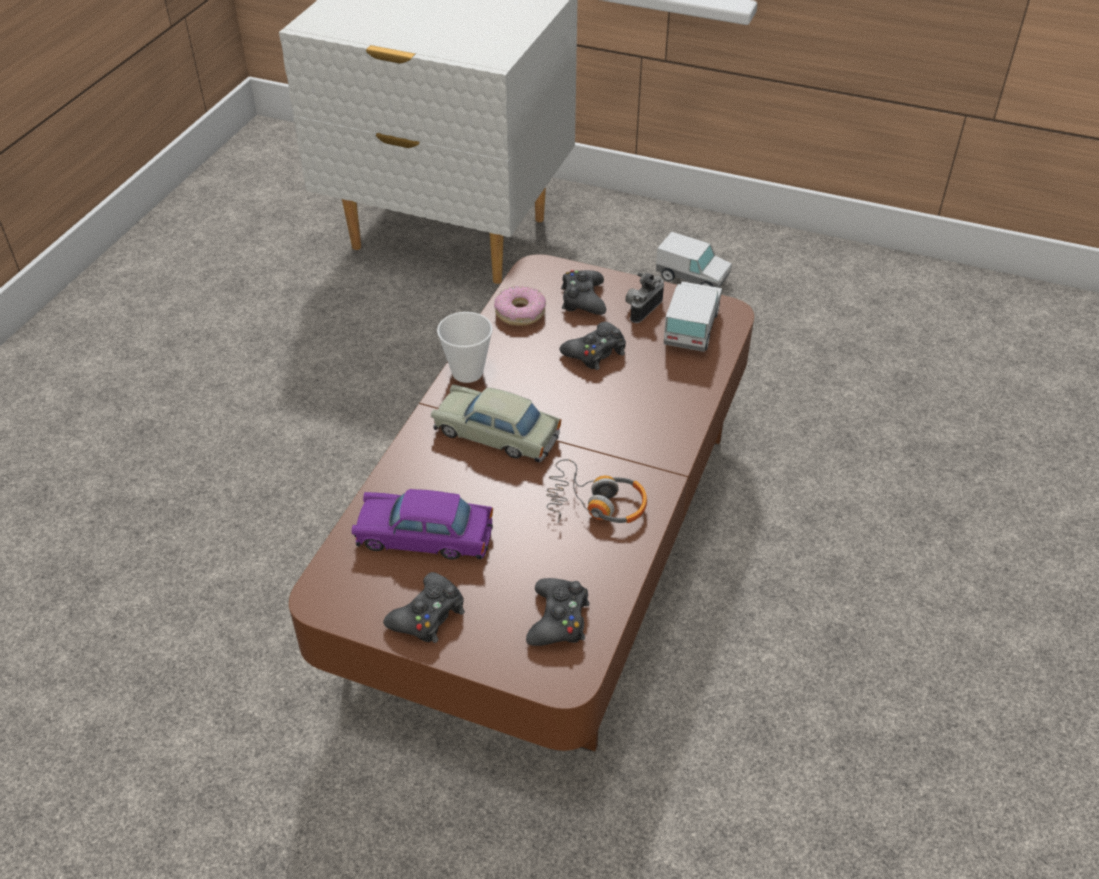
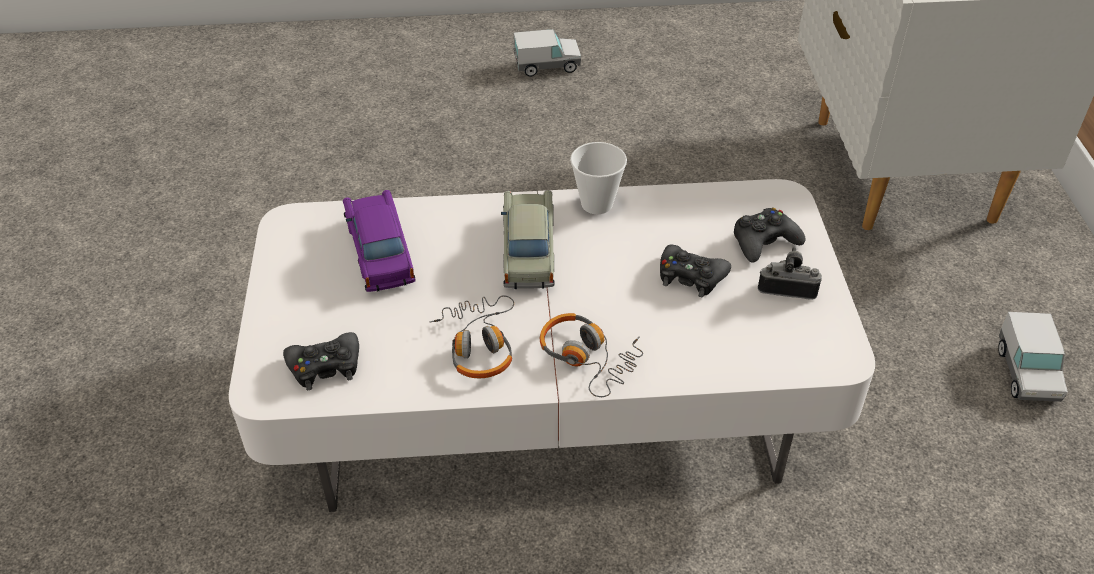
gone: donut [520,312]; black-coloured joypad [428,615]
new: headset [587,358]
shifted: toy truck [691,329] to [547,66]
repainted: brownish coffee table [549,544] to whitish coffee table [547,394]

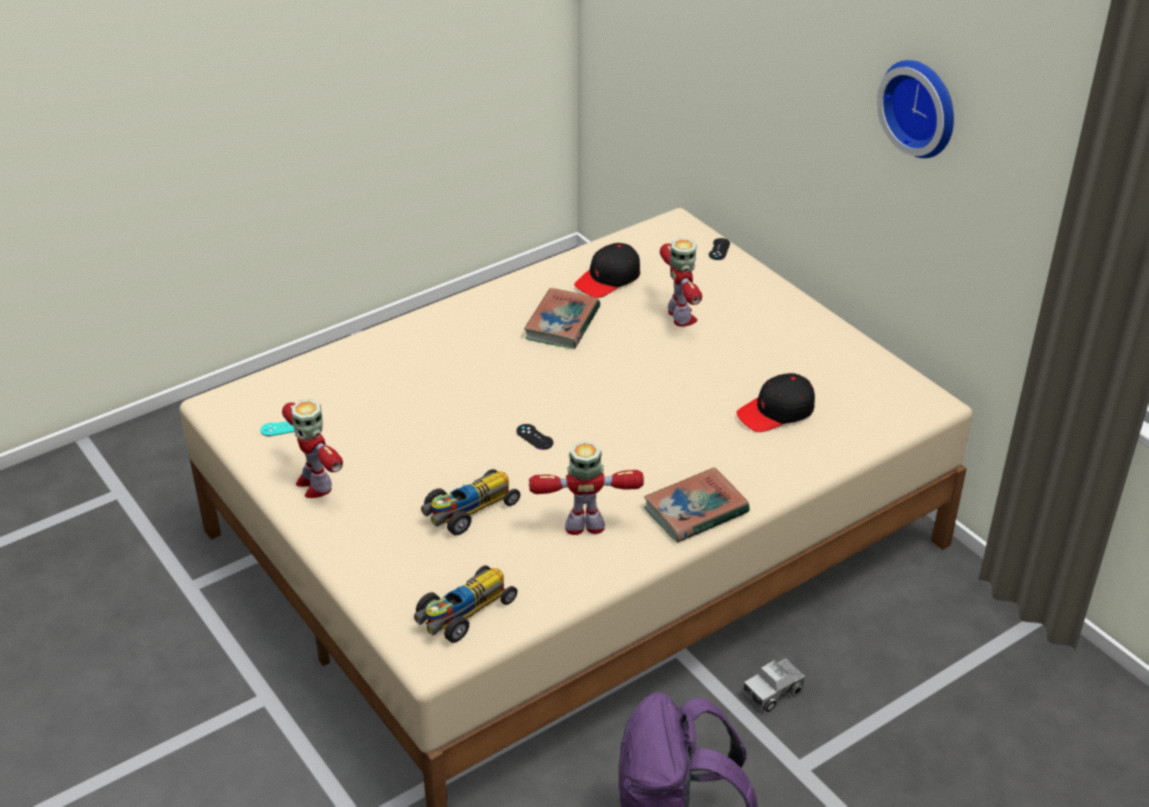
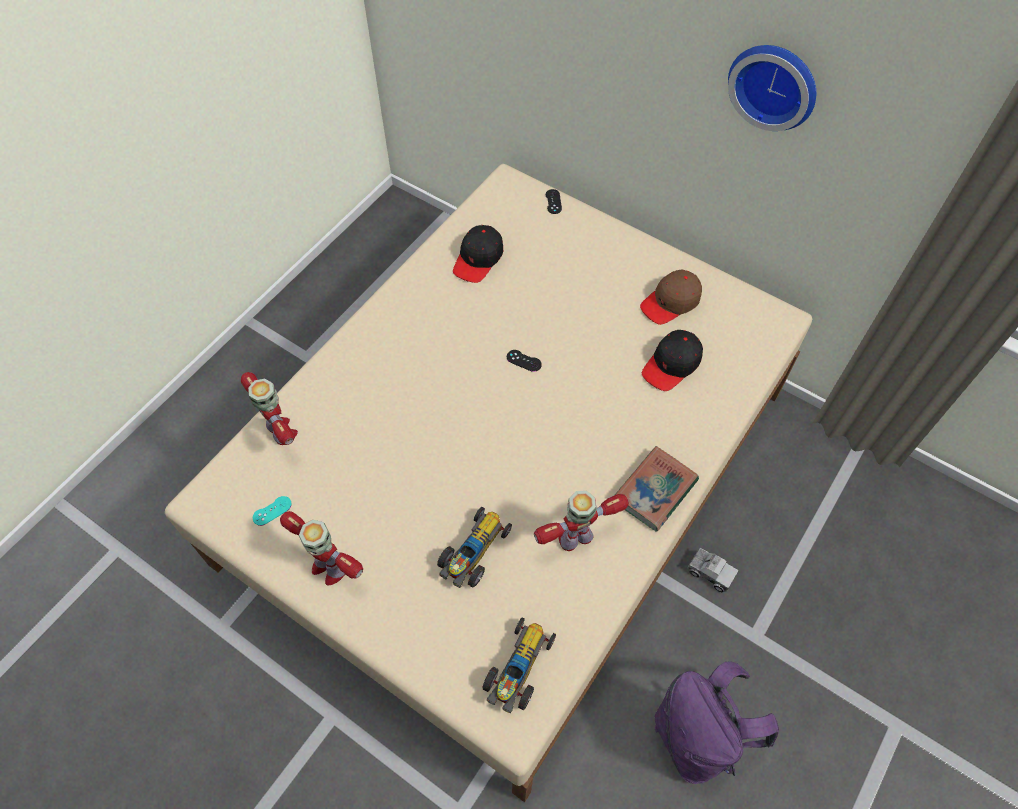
gone: volume [562,323]
new: brownish cap [671,302]
shifted: model robot [681,317] to [281,432]; black-coloured joypad [534,437] to [524,360]
rotated: toy truck [773,692] = [710,572] 90 degrees counterclockwise

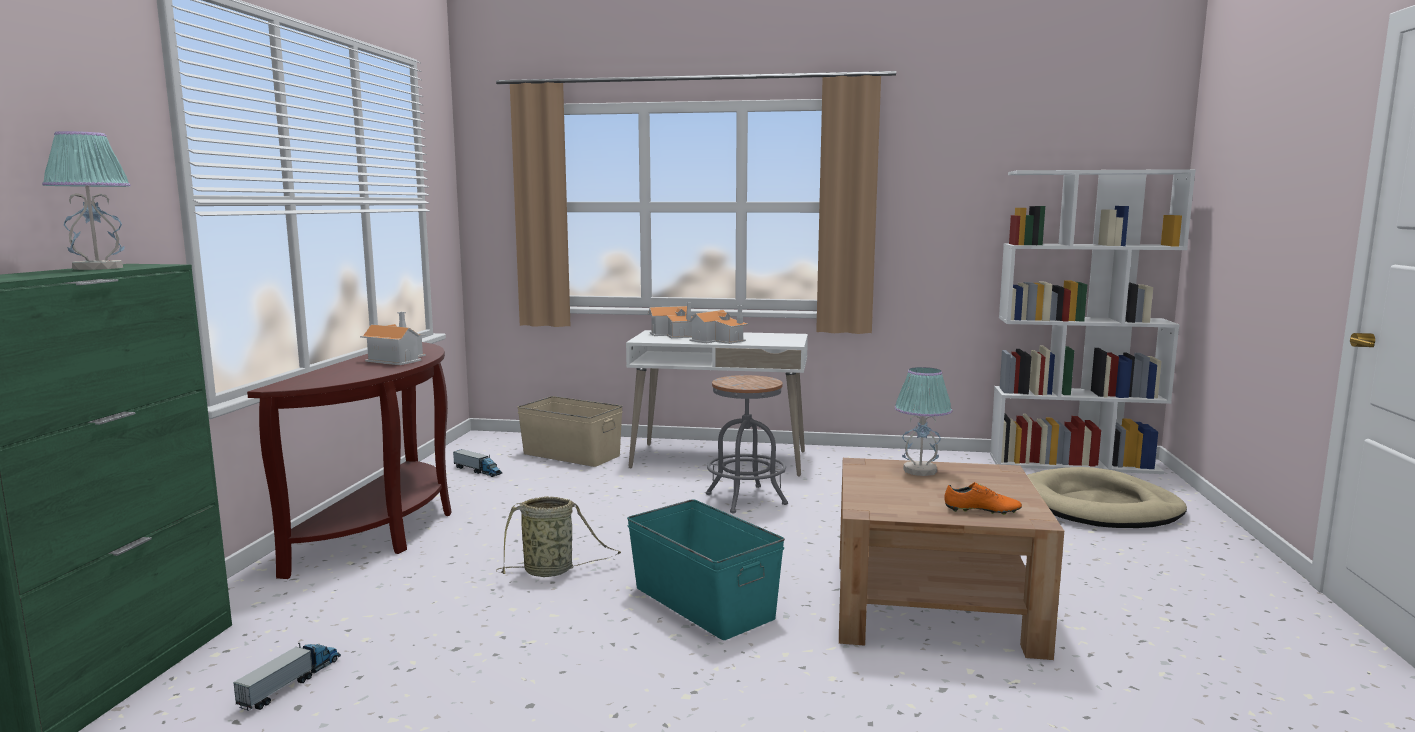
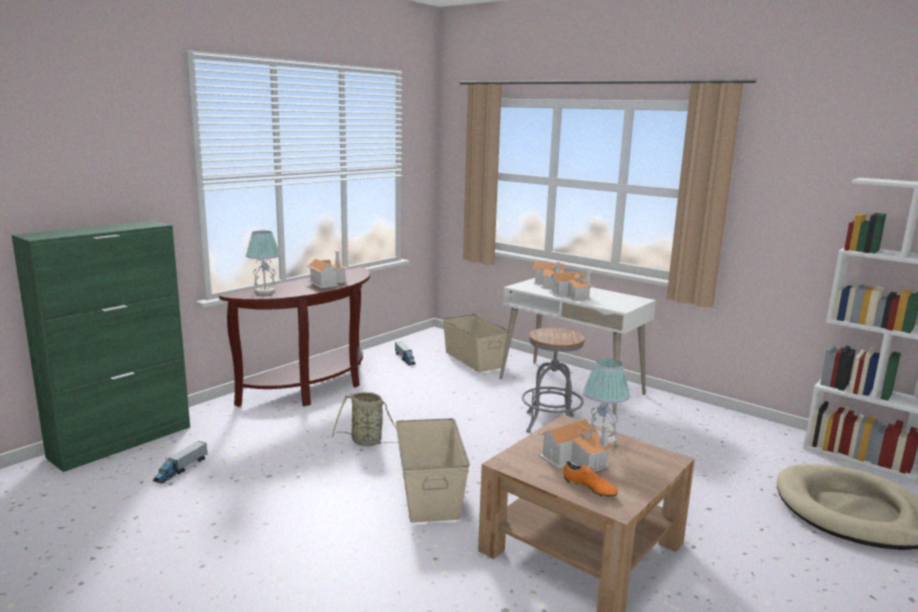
new: miniature house [576,459]
shifted: tabletop lamp [97,268] to [264,292]
repainted: turquoise-coloured storage container [703,602] to beige-coloured storage container [430,492]
rotated: toy truck [291,683] = [181,469] 150 degrees clockwise

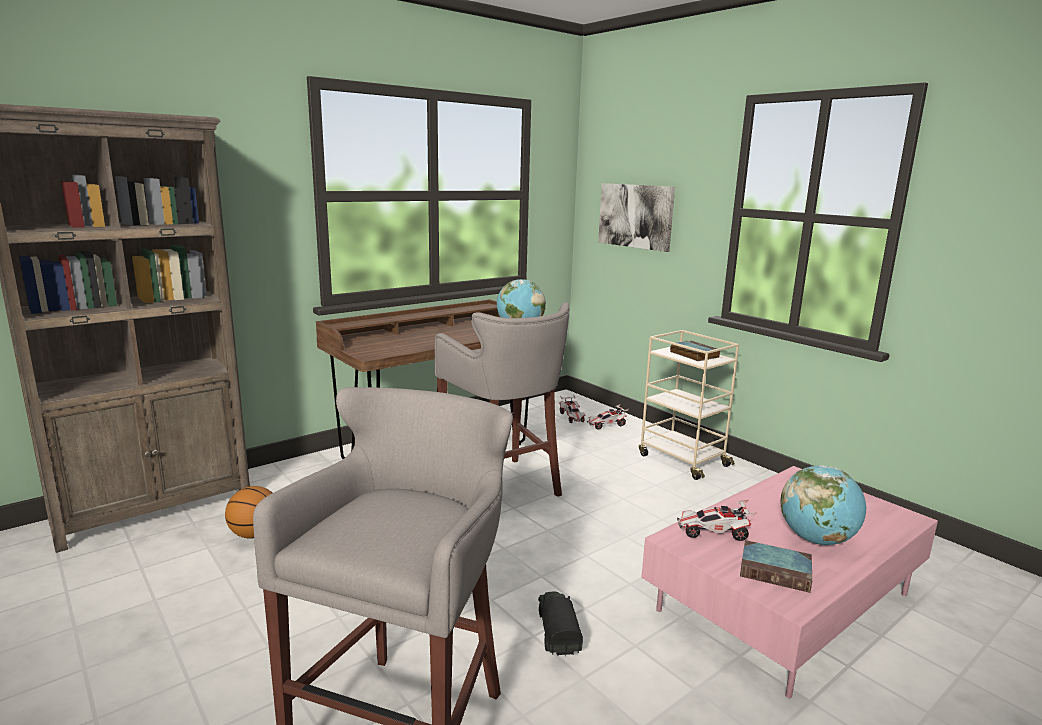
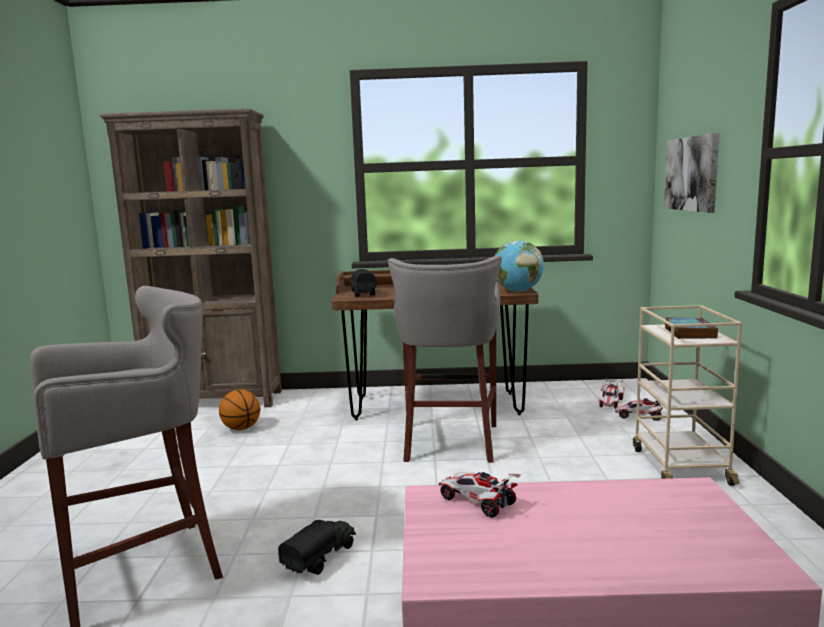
gone: globe [816,539]; volume [776,571]
new: toy truck [363,293]

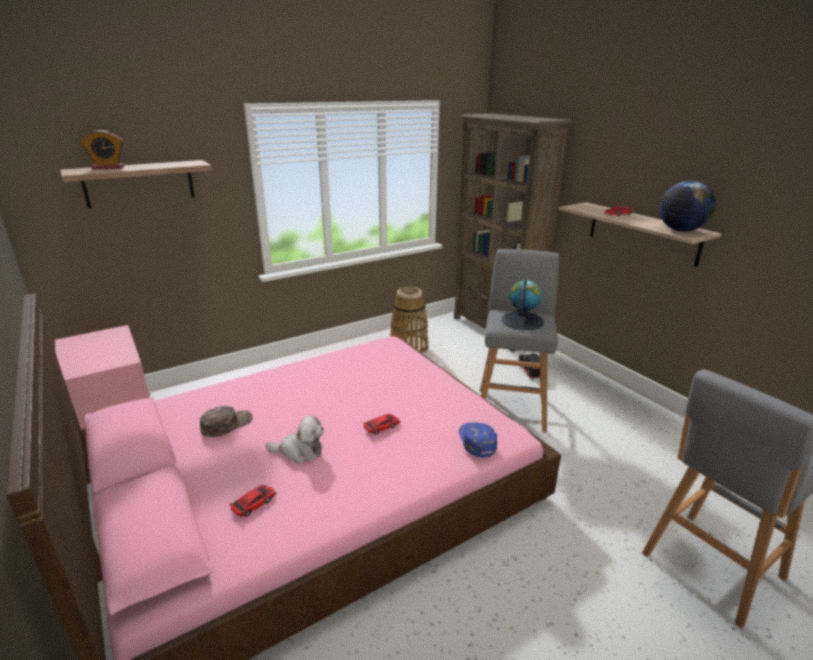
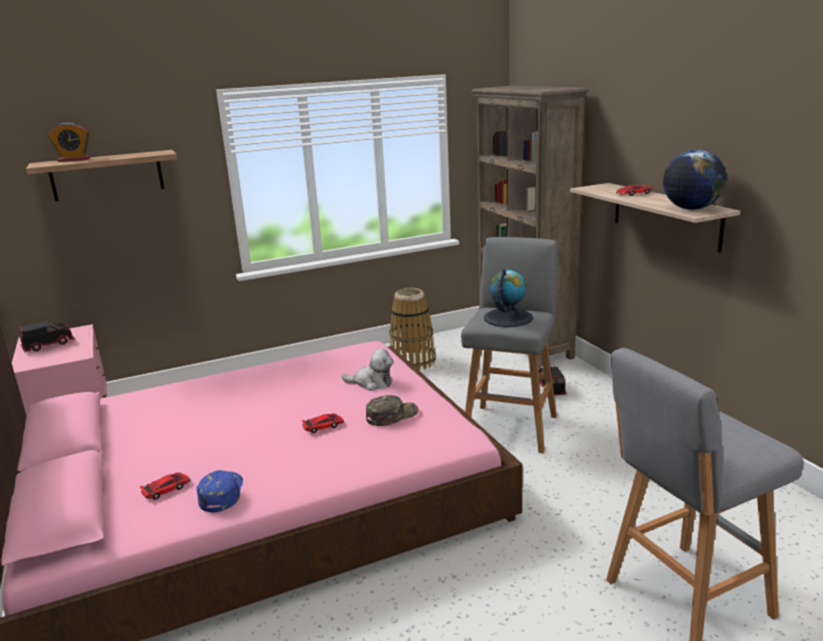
new: toy truck [48,345]
shifted: green-coloured cap [227,424] to [391,415]; cuddly toy [300,451] to [371,383]; blue-coloured cap [476,441] to [221,493]

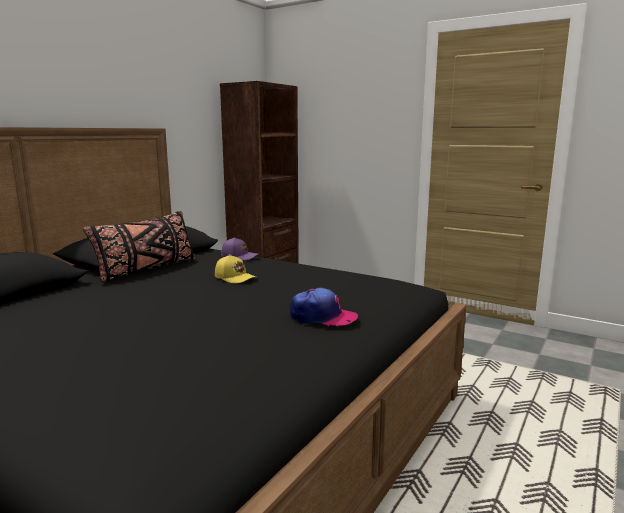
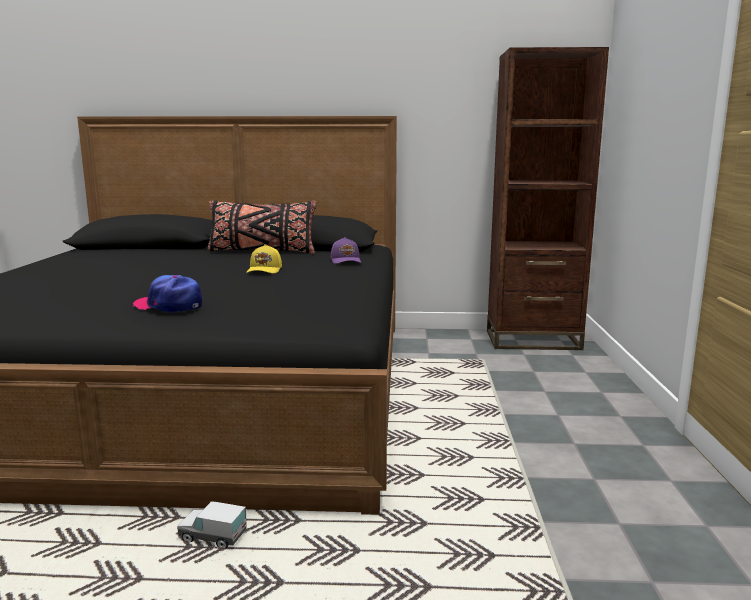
new: toy truck [213,537]
rotated: cap [322,317] = [169,305] 135 degrees clockwise

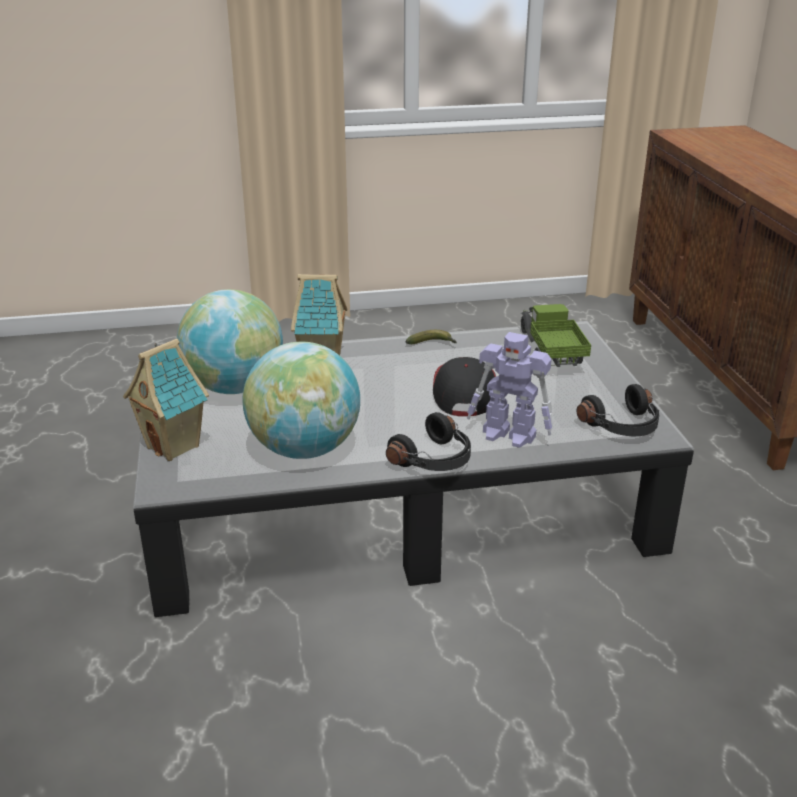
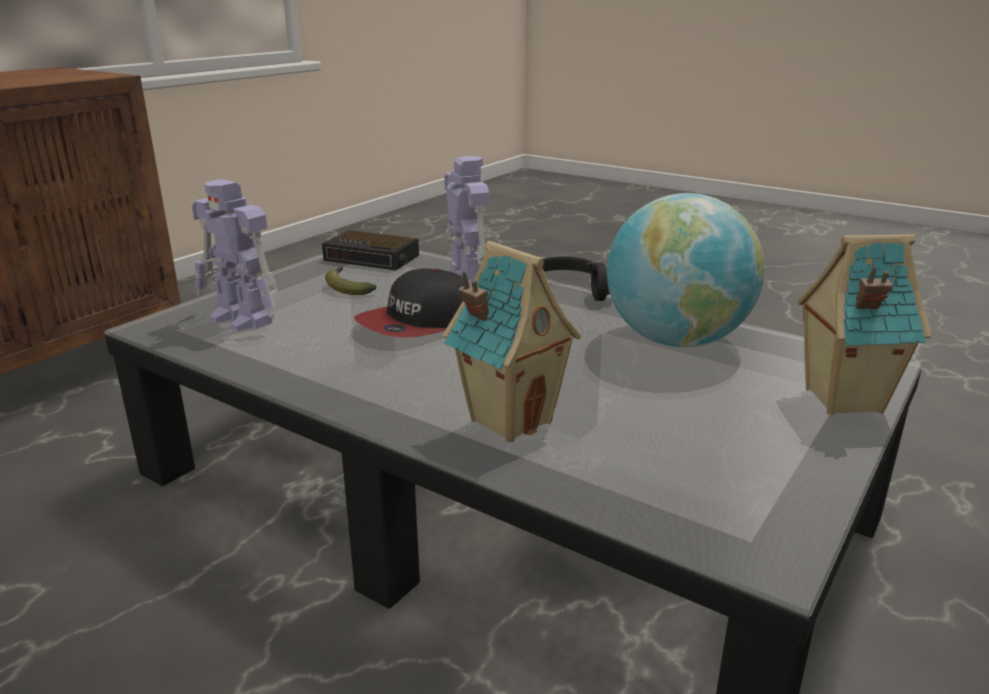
gone: globe [234,387]
shifted: whole banana [433,344] to [347,287]
swapped: toy truck [550,351] to model robot [243,319]; black-coloured headset [623,426] to alarm clock [373,258]

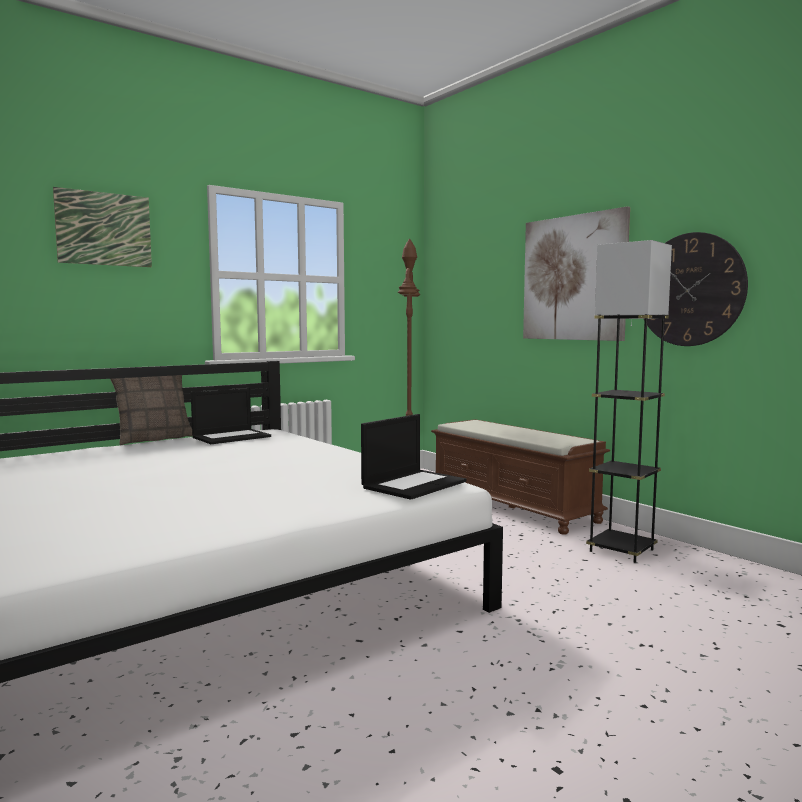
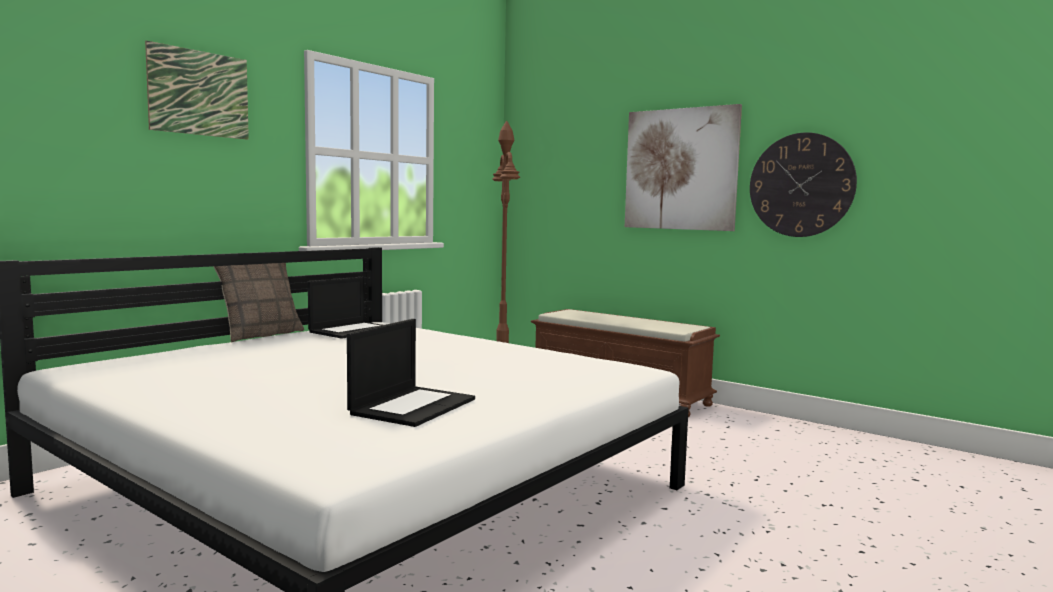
gone: greyish standing lamp [621,550]
shifted: laptop [414,484] to [413,406]

